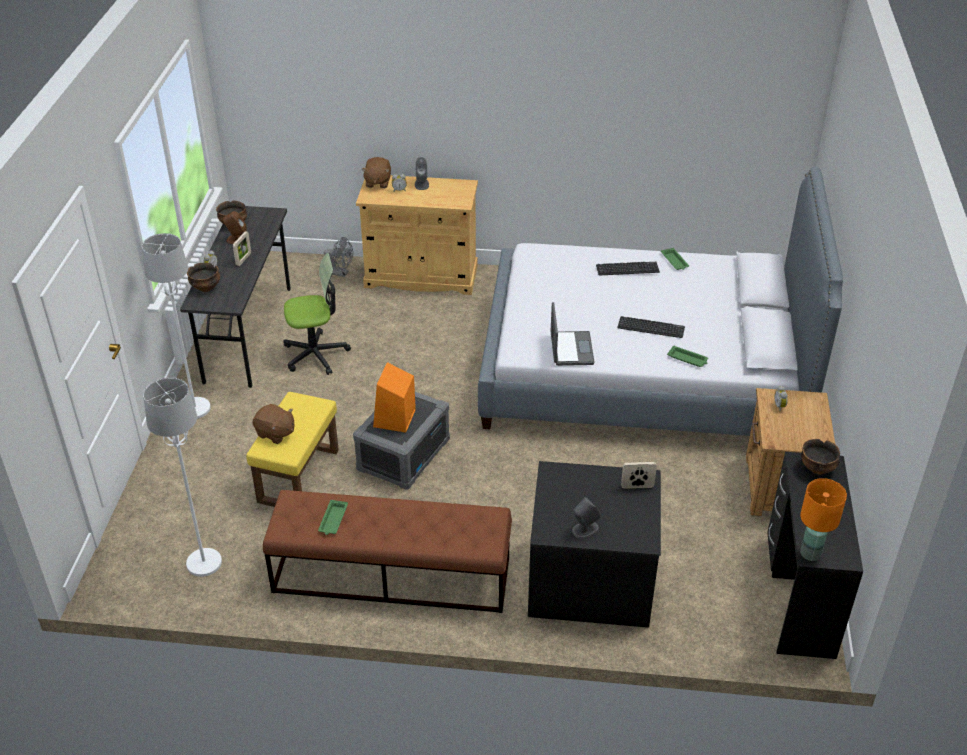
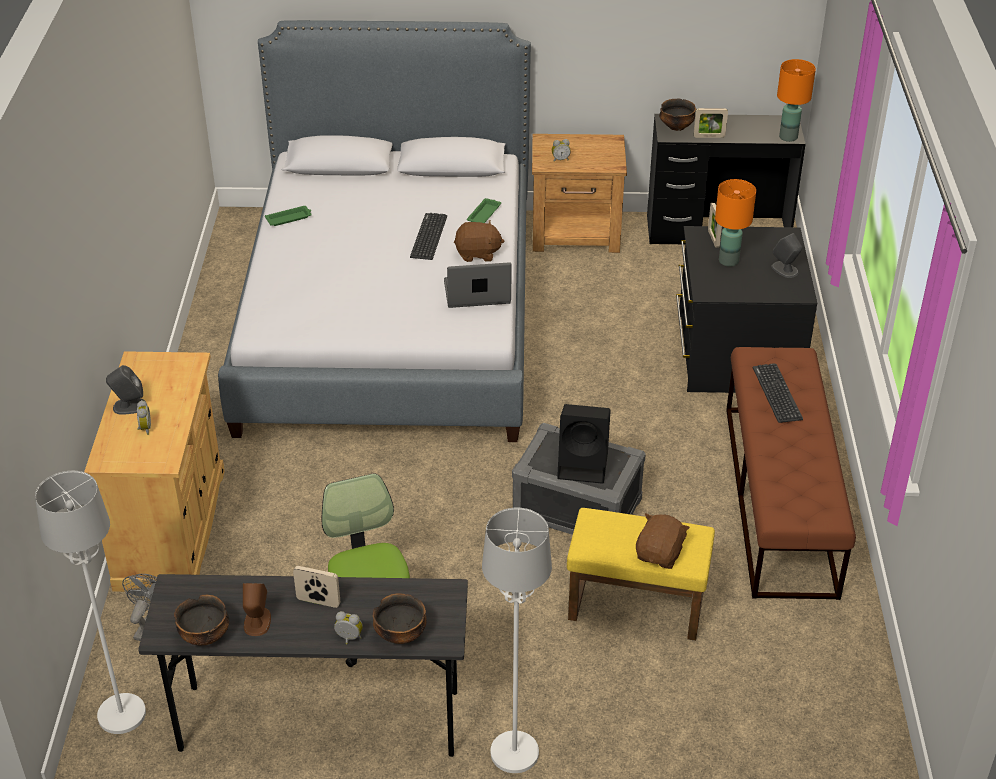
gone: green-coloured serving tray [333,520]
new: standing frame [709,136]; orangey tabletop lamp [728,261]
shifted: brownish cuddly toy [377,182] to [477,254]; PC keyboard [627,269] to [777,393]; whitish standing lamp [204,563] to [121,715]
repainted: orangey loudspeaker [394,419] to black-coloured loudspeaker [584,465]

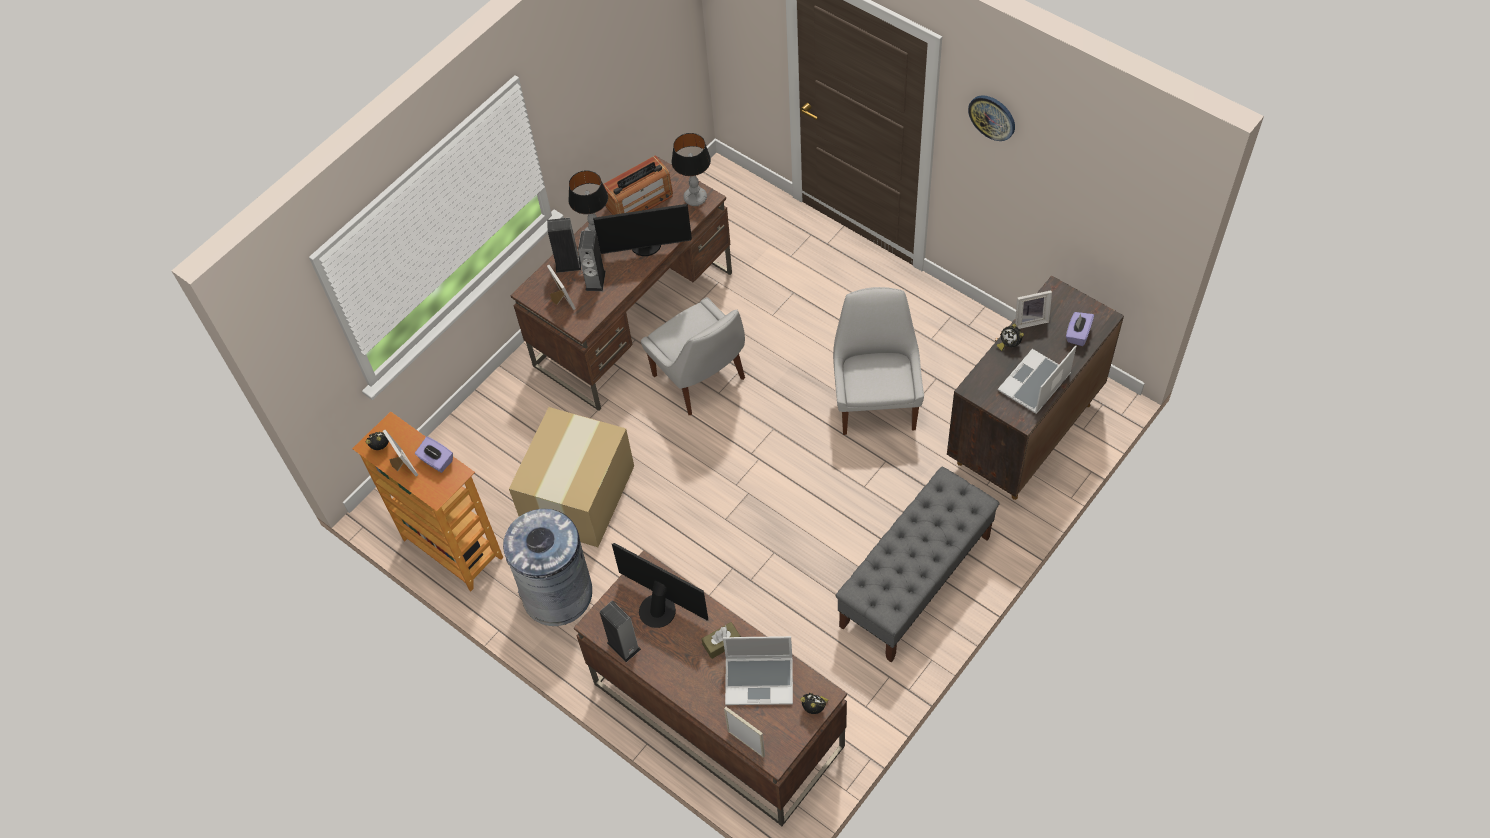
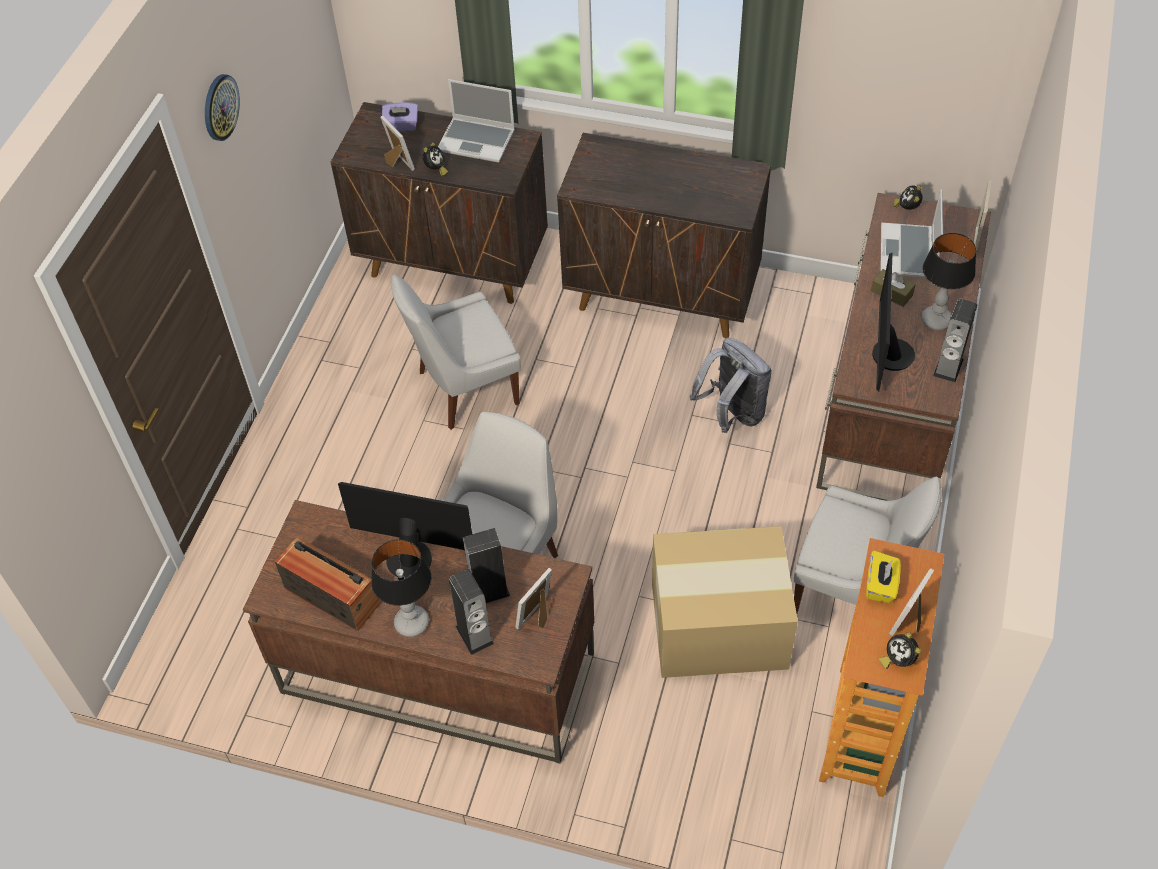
new: greyish backpack [732,414]
shifted: tabletop lamp [695,198] to [936,320]
swapped: greyish bench [915,582] to brownish cupboard [663,296]; greyish rubbish bin [558,594] to whitish upright chair [851,591]
repainted: purple tissue holder [436,461] to yellowish tissue holder [881,586]
rotated: computer display [646,246] = [410,555] 45 degrees counterclockwise; laptop [760,680] = [908,253] 150 degrees counterclockwise

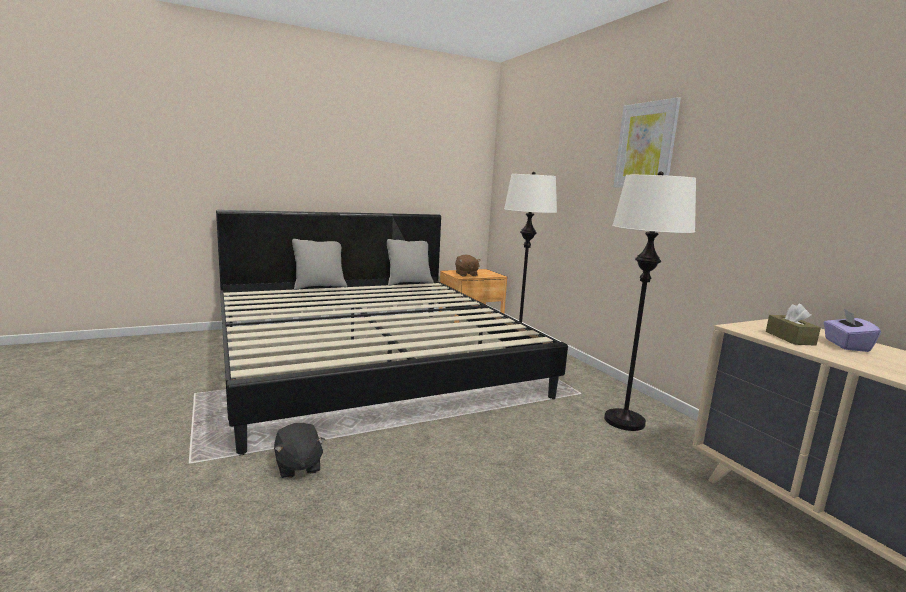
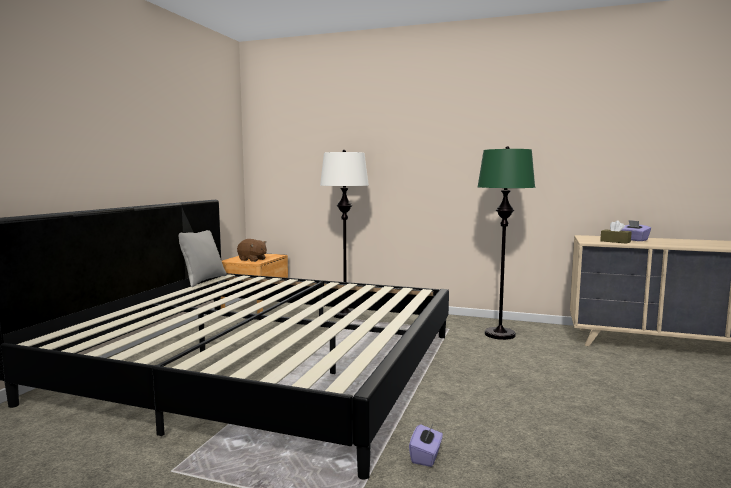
gone: picture [646,146]; greyish pillow [319,287]
swapped: black-coloured cuddly toy [298,466] to purple tissue holder [426,456]
repainted: whitish standing lamp [624,421] to green-coloured standing lamp [500,334]

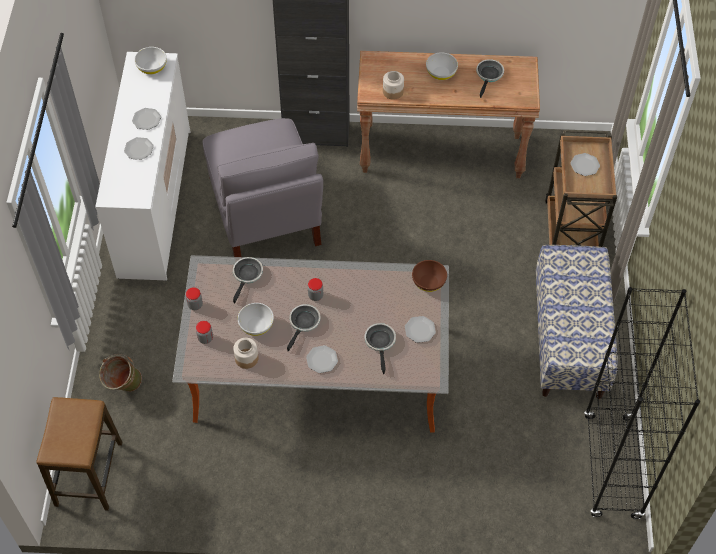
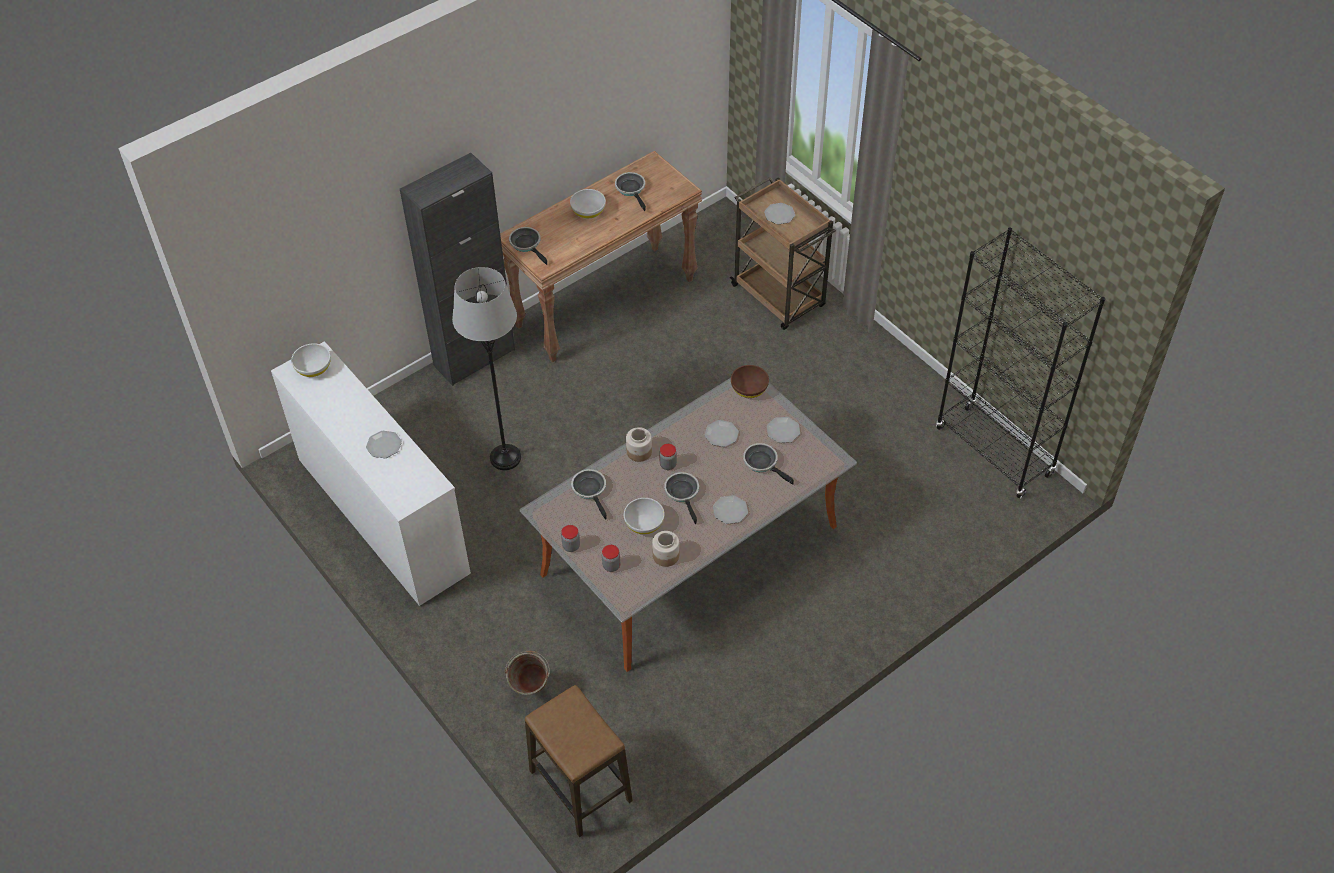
gone: bench [569,339]
new: frying pan [527,244]
shifted: preserve jar [393,92] to [639,452]; flat dish [147,120] to [721,434]
swapped: greyish upright chair [266,218] to greyish standing lamp [505,458]

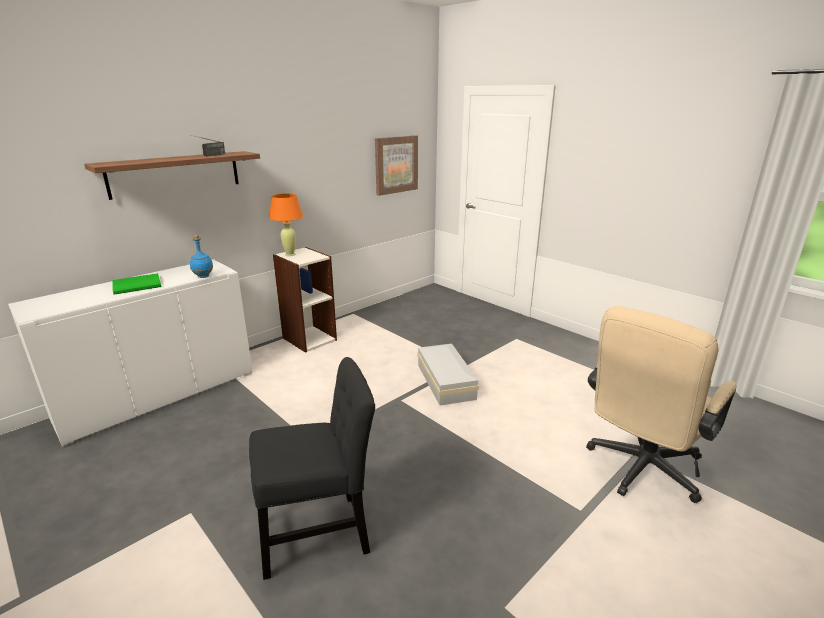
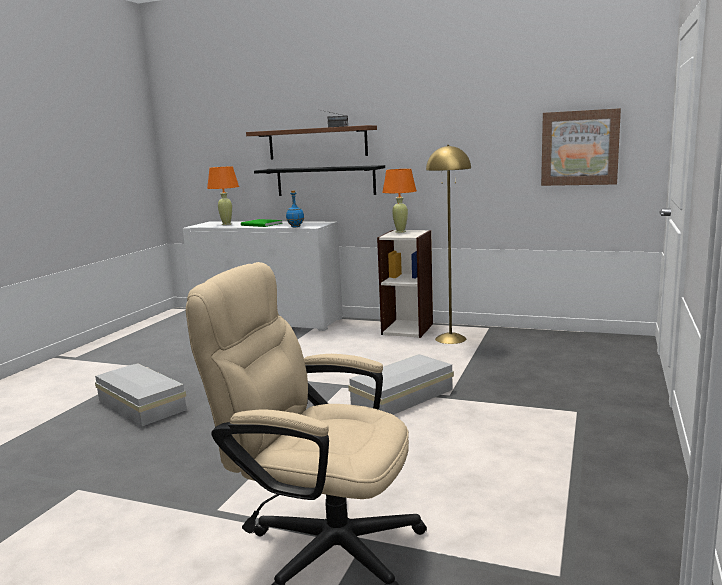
new: yellowish standing lamp [450,339]; black-coloured wall shelf [325,181]; orangey tabletop lamp [226,224]
swapped: black-coloured upright chair [319,534] to whitish storage container [141,406]

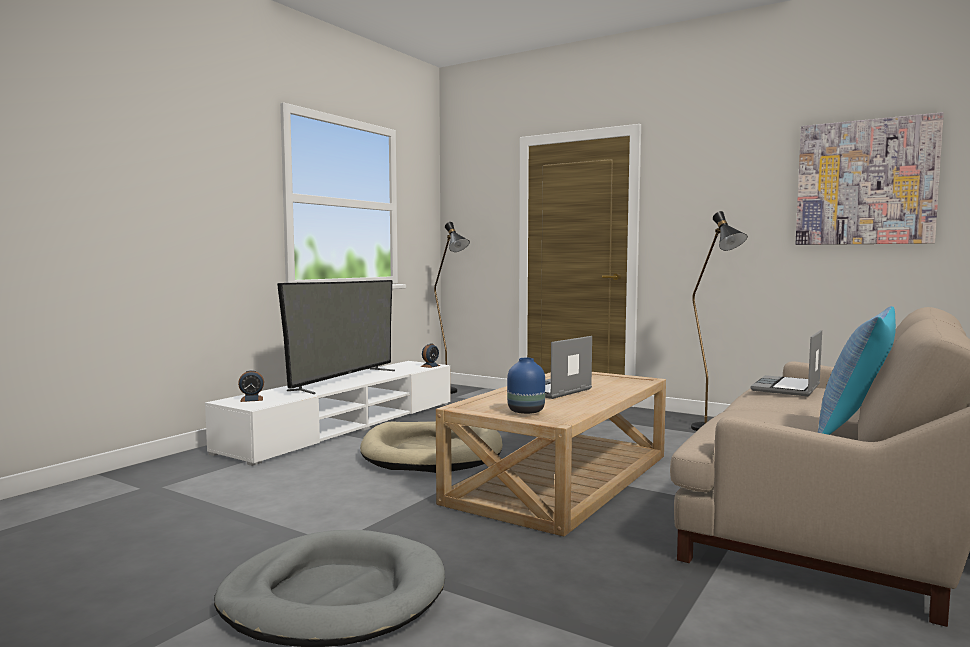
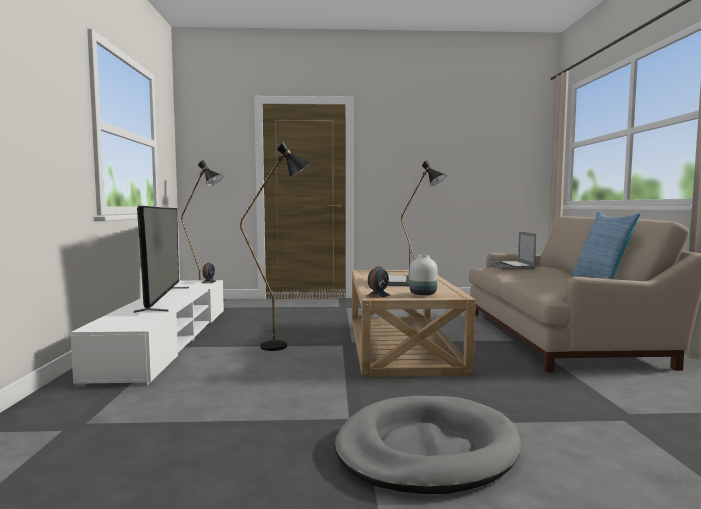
gone: picture [865,183]
shifted: alarm clock [251,399] to [378,295]
swapped: beige-coloured pet bed [432,453] to black-coloured standing lamp [284,346]
repainted: blue-coloured decorative vase [526,411] to whitish decorative vase [423,294]

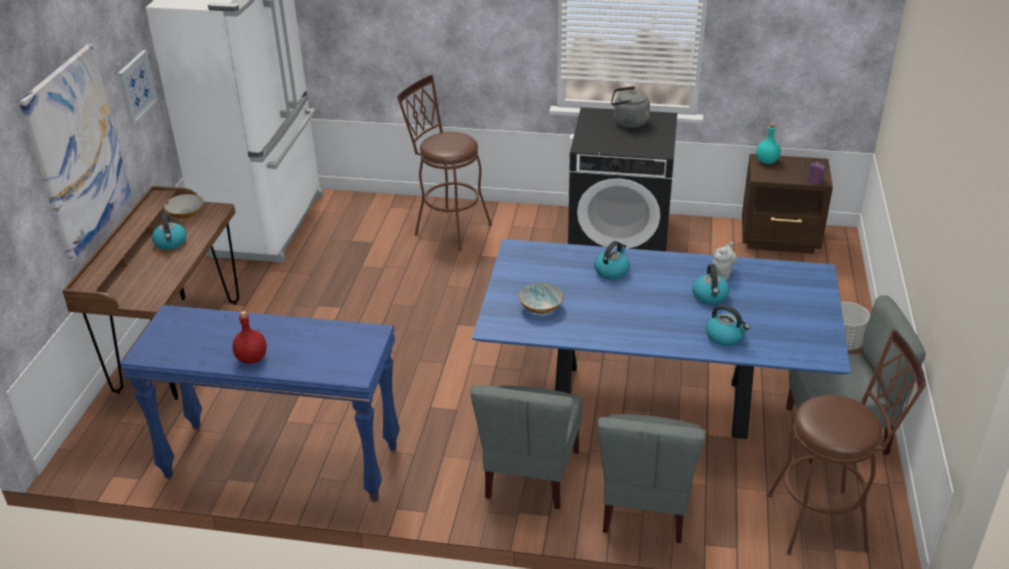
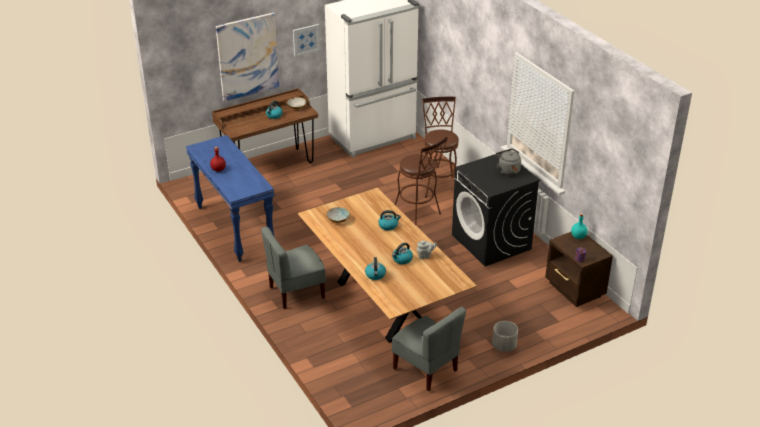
gone: greyish upright chair [645,506]
shifted: brownish stool seat [826,521] to [419,215]
repainted: blue-coloured dinner table [652,401] to brownish dinner table [383,304]

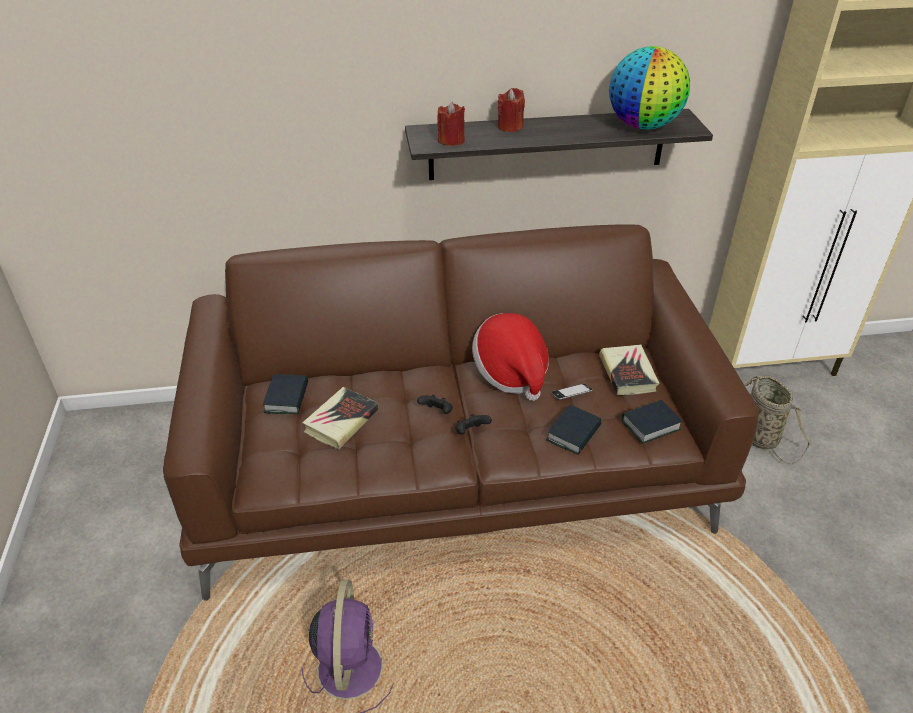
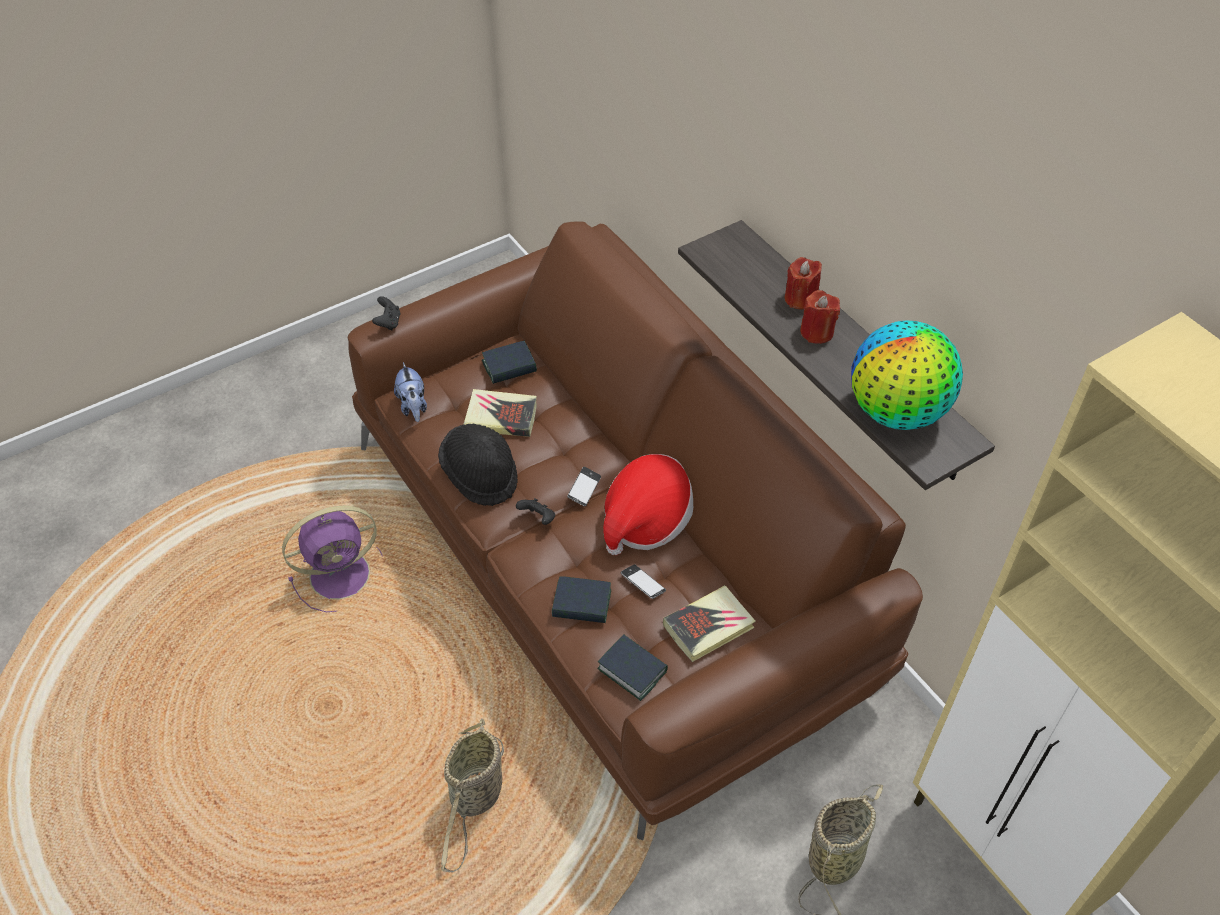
new: cuddly toy [413,407]; black-coloured hat [480,475]; handset [584,489]; storage basket [475,798]
shifted: red-coloured wax light [451,140] to [817,332]; black-coloured joypad [437,412] to [388,322]

